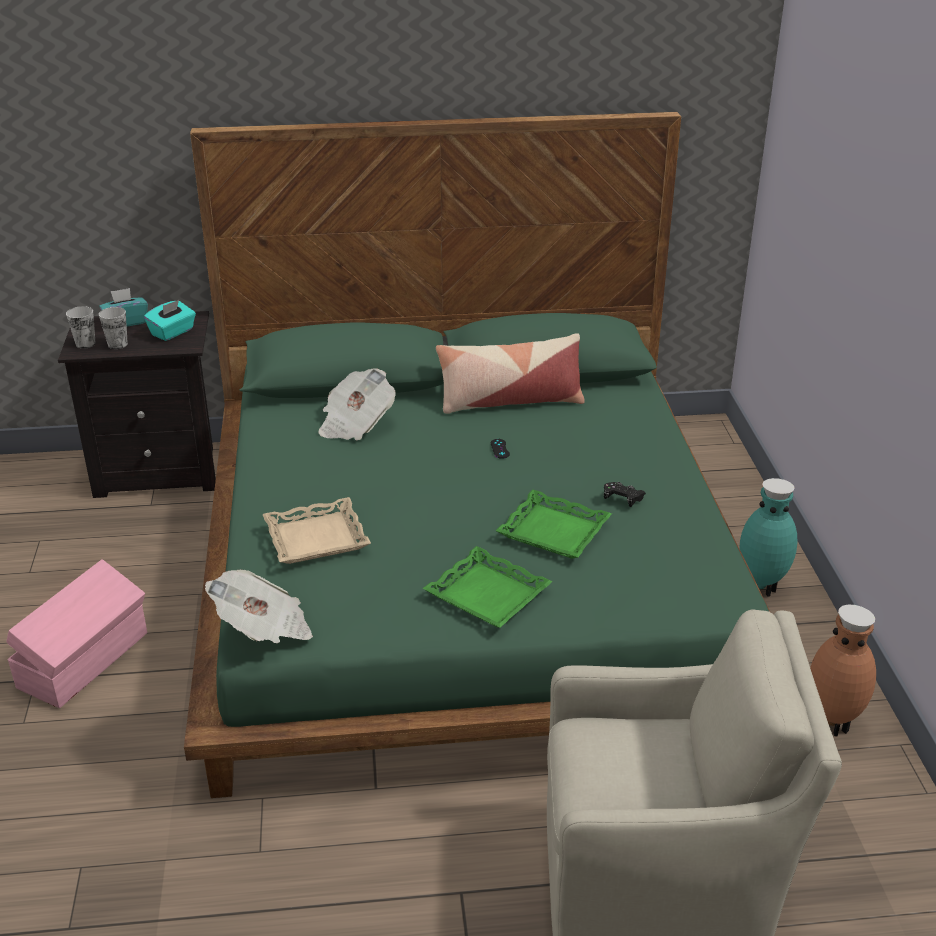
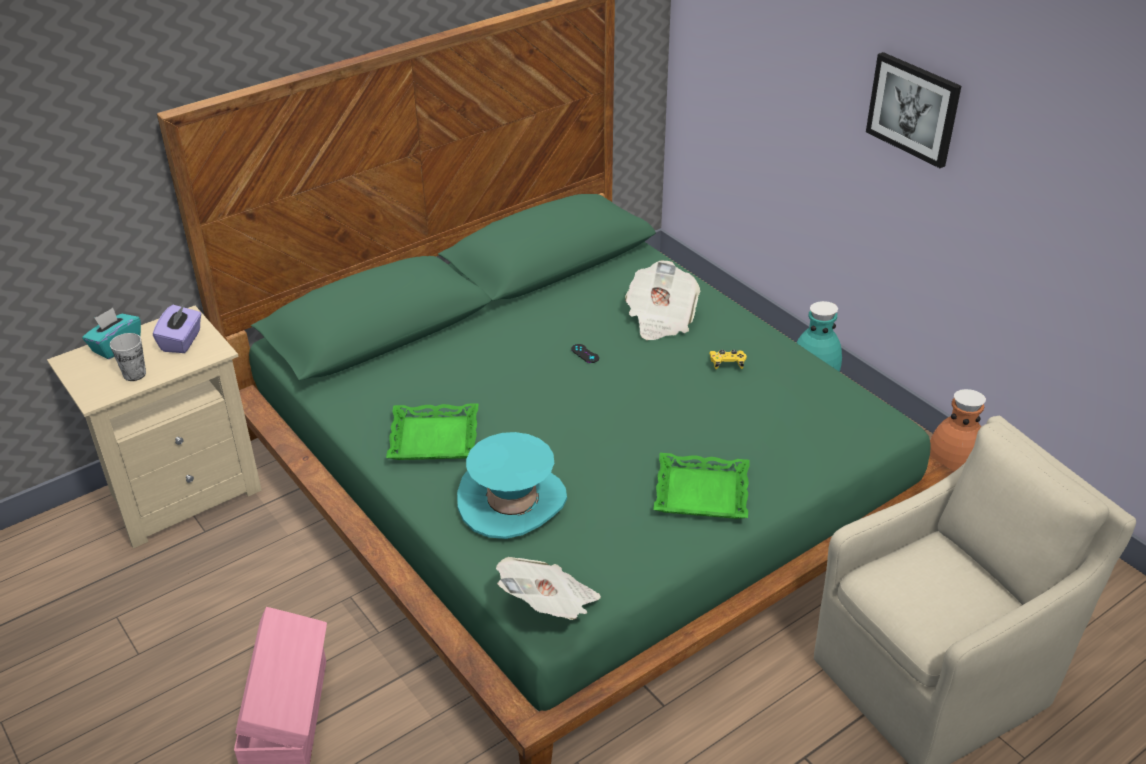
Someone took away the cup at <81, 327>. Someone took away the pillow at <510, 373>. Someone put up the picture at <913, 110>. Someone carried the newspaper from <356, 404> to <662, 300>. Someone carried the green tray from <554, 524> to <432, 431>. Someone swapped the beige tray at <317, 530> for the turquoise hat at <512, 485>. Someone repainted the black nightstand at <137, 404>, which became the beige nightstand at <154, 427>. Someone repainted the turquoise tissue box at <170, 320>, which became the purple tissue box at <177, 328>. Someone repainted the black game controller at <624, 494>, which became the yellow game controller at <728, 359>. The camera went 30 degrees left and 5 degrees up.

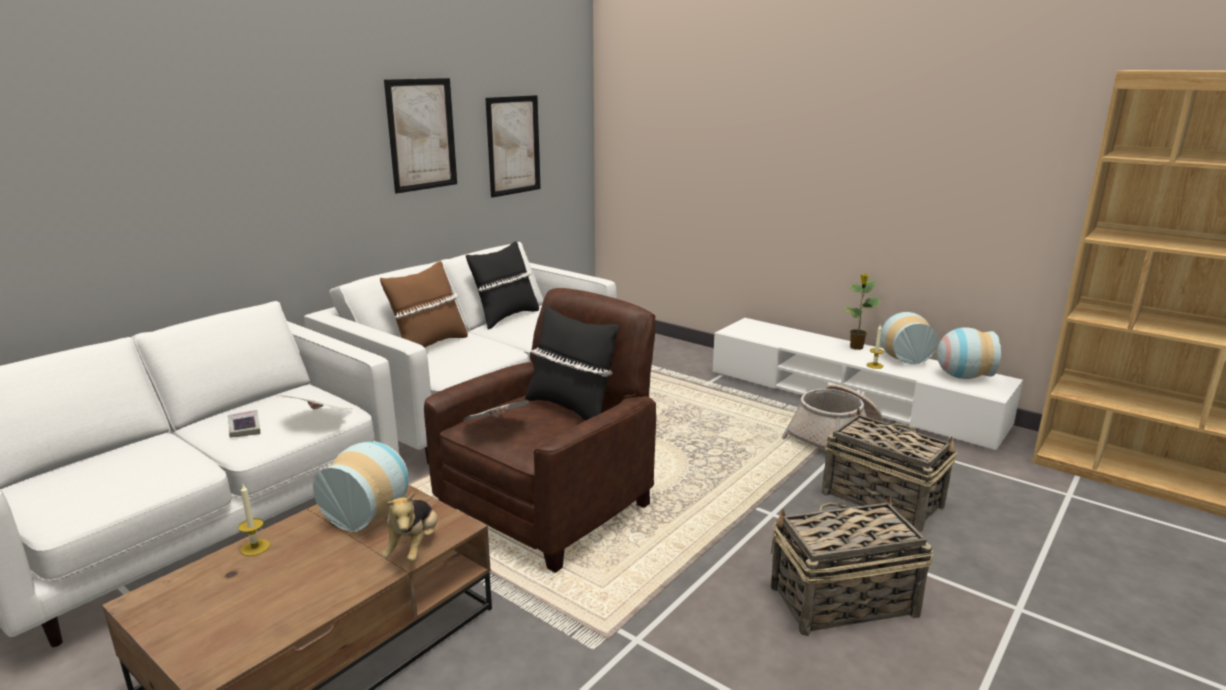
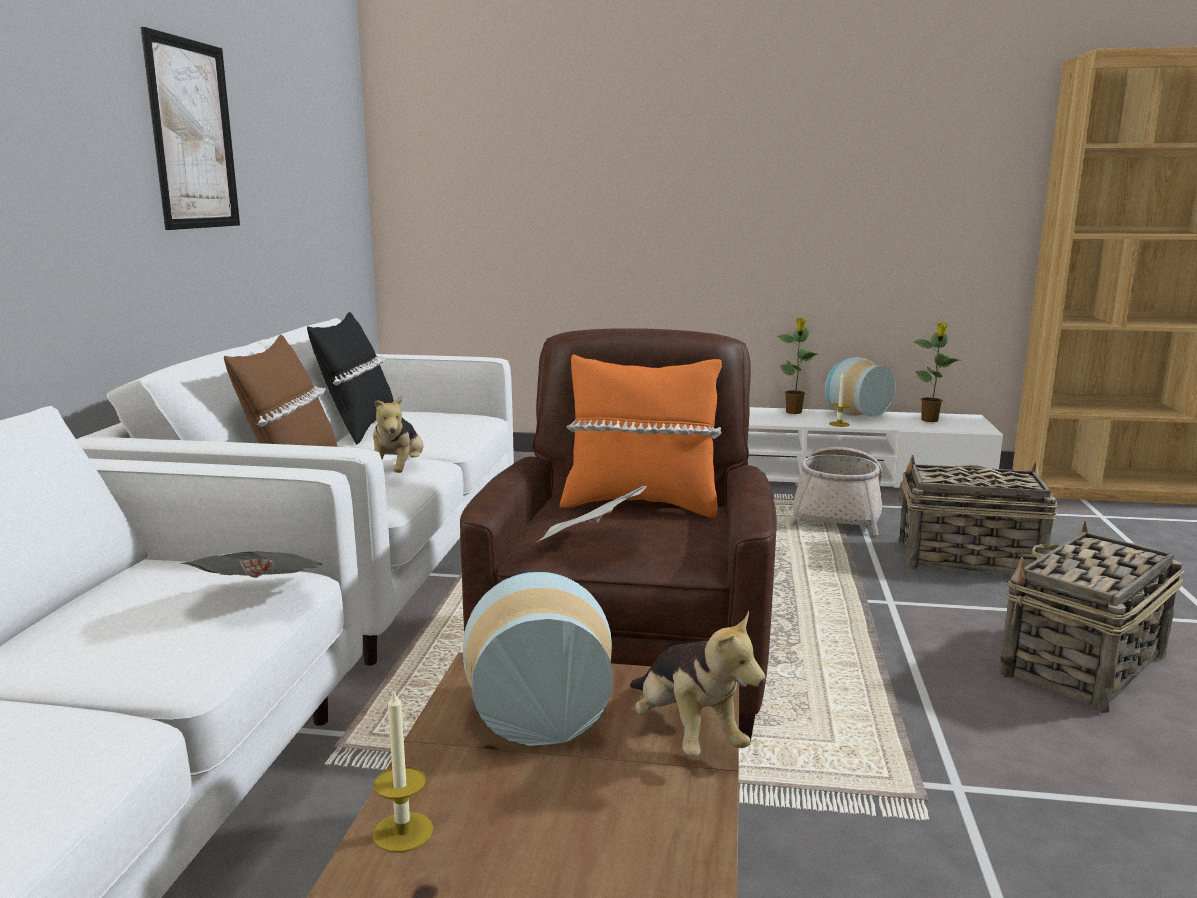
Someone took away the book at <244, 423>. Someone took away the picture at <513, 146>. Someone put down the plush toy at <398, 434>. Someone swapped the vase at <969, 353> for the potted plant at <937, 372>. Someone repainted the black pillow at <572, 363>, which became the orange pillow at <641, 436>. The camera went 30 degrees left and 5 degrees down.

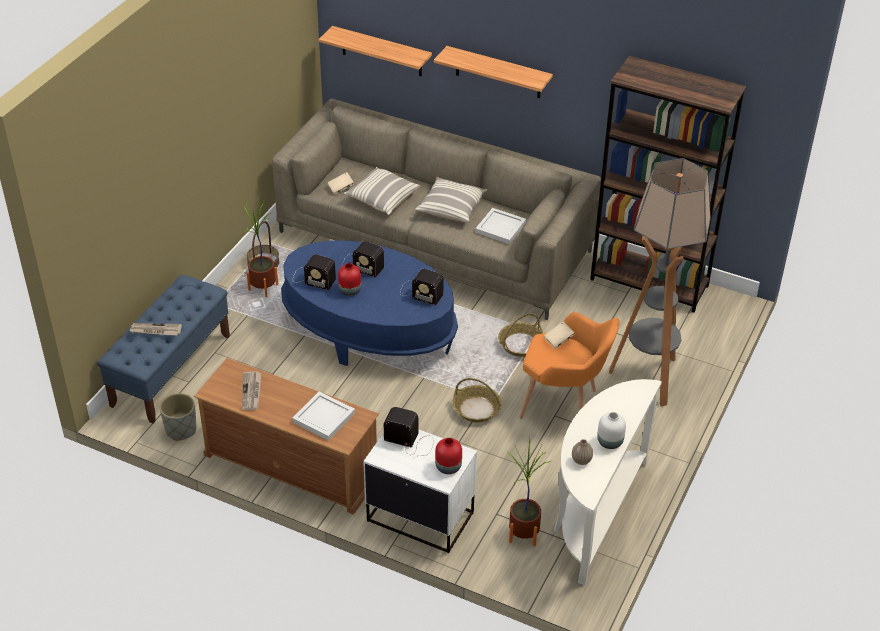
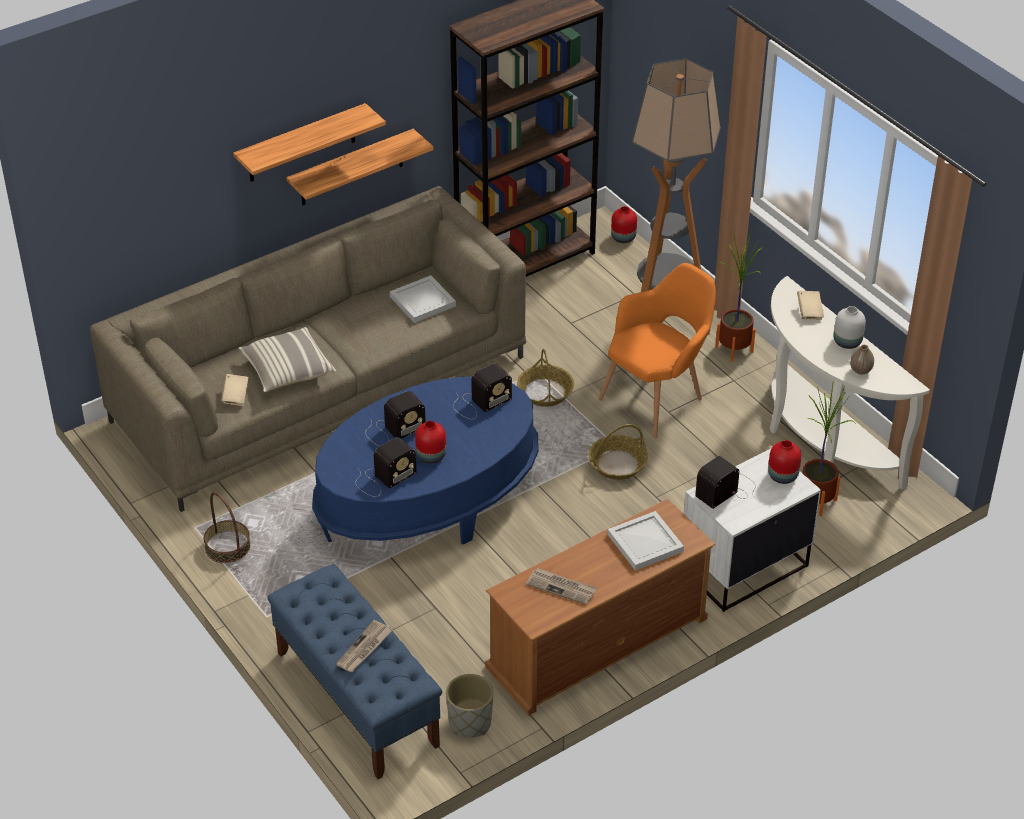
Someone took away the pillow at <451, 199>. Someone put down the red vase at <624, 224>. Someone carried the potted plant from <260, 248> to <739, 298>. Someone carried the shelf from <375, 51> to <360, 167>. Someone carried the beige book from <559, 335> to <810, 305>. The camera went 60 degrees left and 0 degrees up.

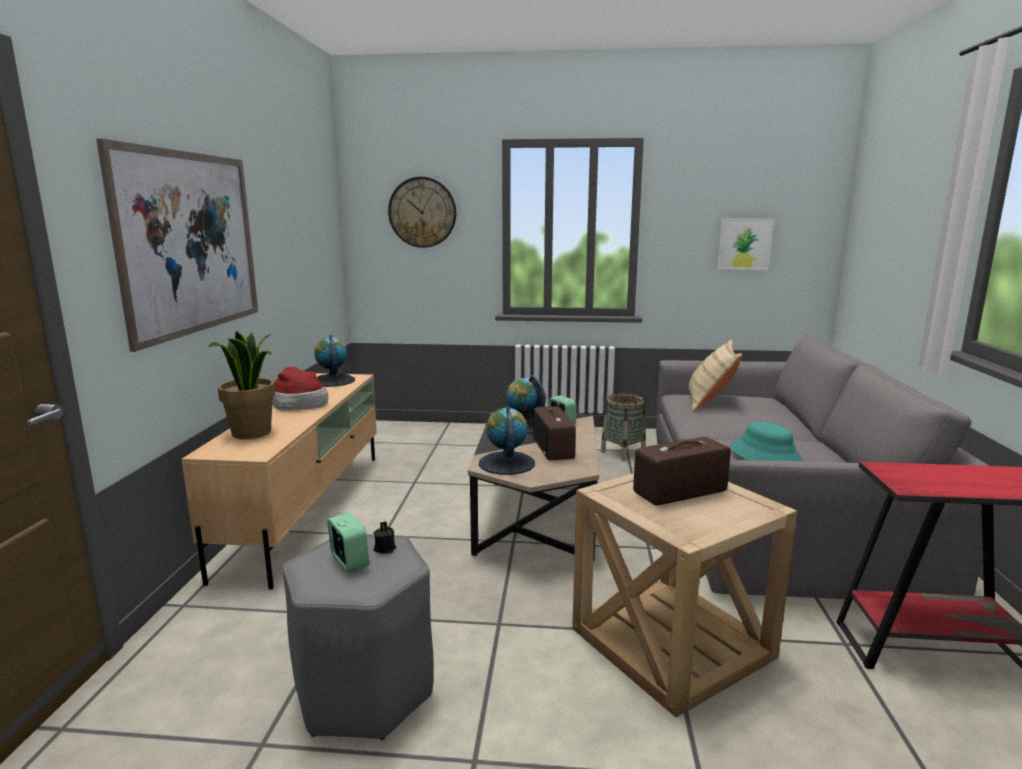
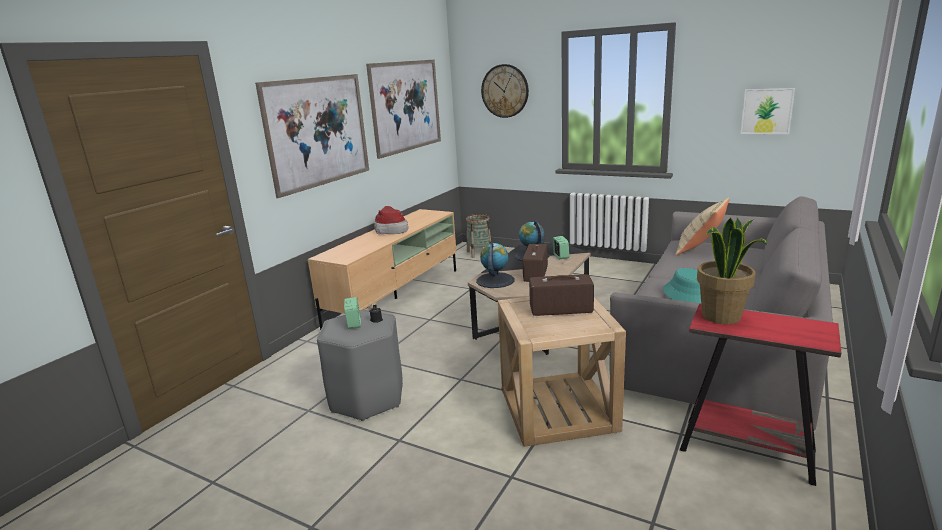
Someone took away the globe at <334, 361>. Someone put up the picture at <403, 109>. Someone carried the potted plant from <241, 385> to <732, 270>. Someone carried the basket from <623, 427> to <478, 236>. The camera went 25 degrees right and 5 degrees up.

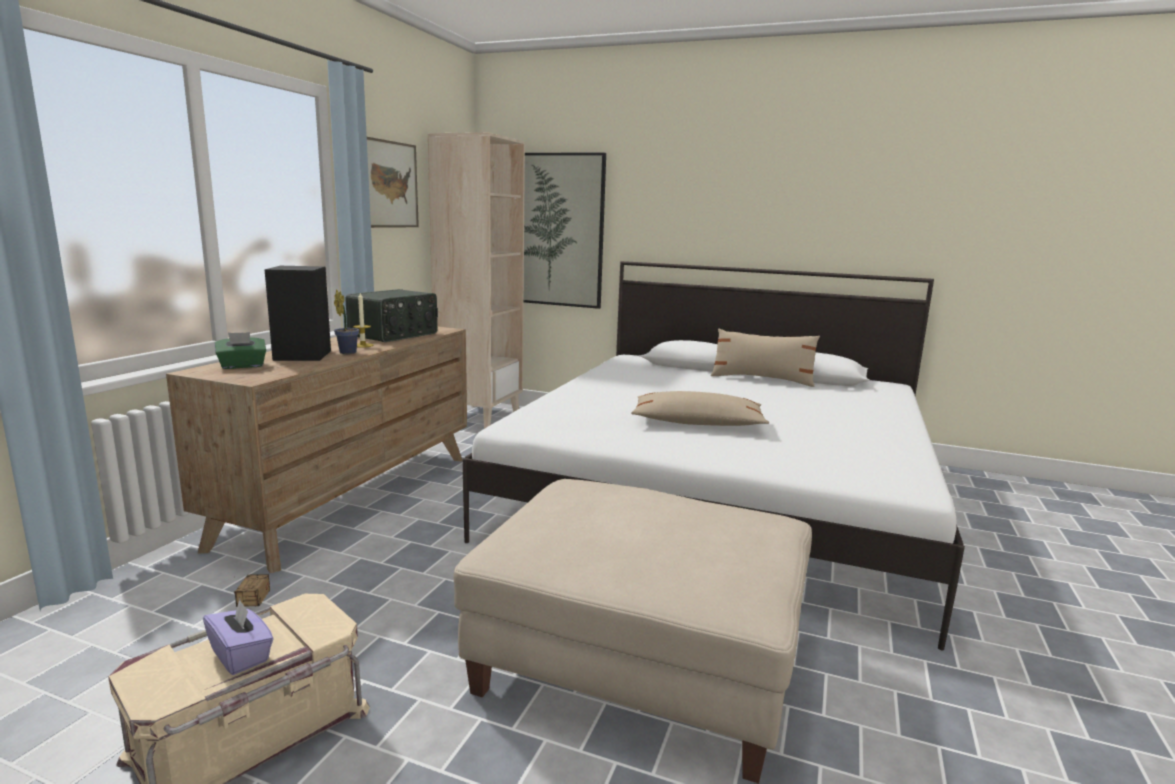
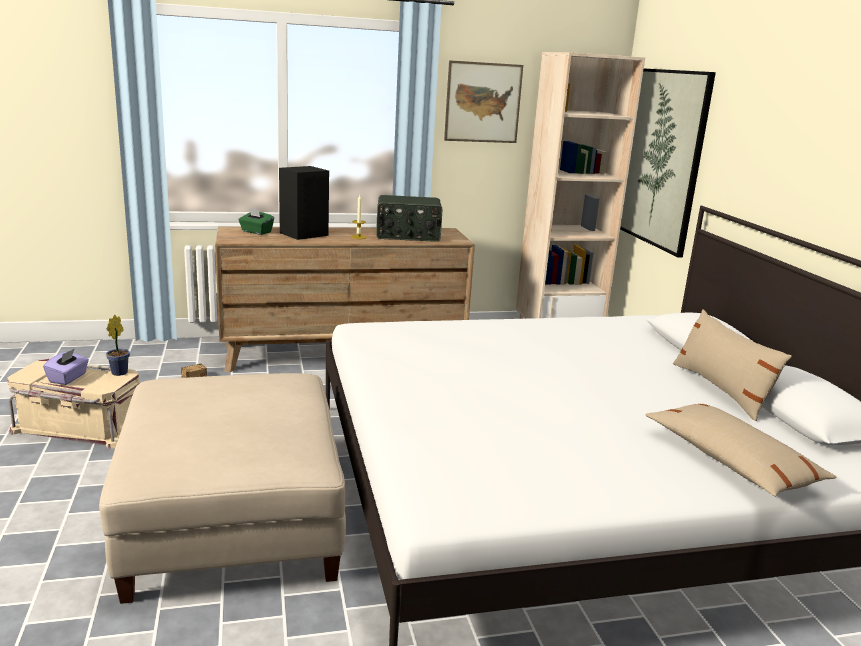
Someone carried the potted plant from <346, 321> to <118, 345>. Someone carried the beige pillow from <700, 408> to <741, 450>. The camera went 55 degrees right and 5 degrees up.

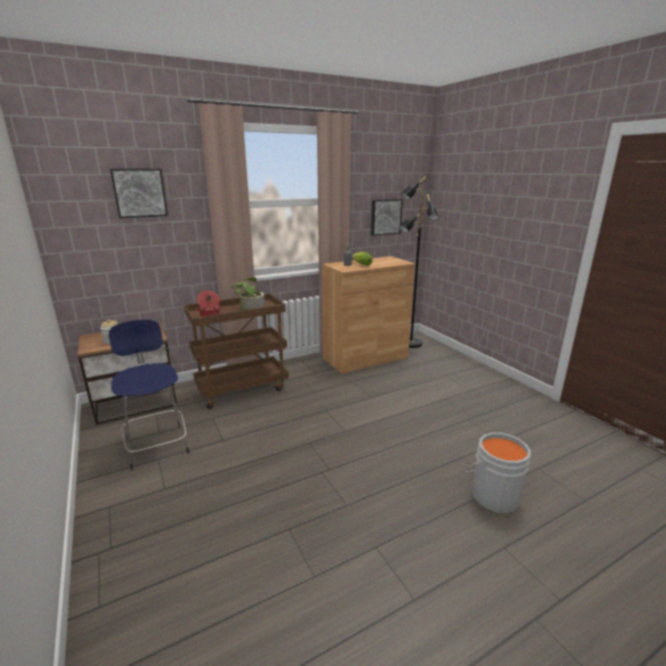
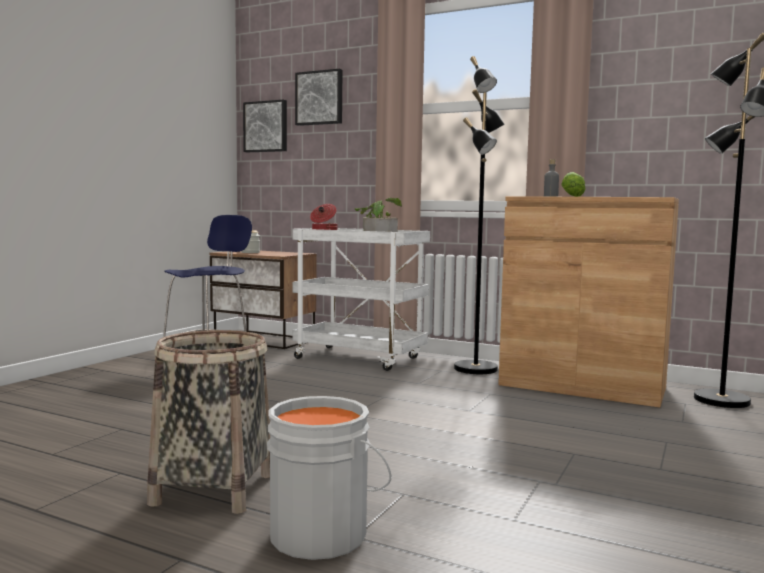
Someone put down the basket at <208, 422>. Someone put down the black floor lamp at <479, 215>. Someone carried the picture from <387, 217> to <265, 126>. Someone repainted the brown cart at <236, 351>, which became the white cart at <361, 299>. The camera went 55 degrees right and 15 degrees down.

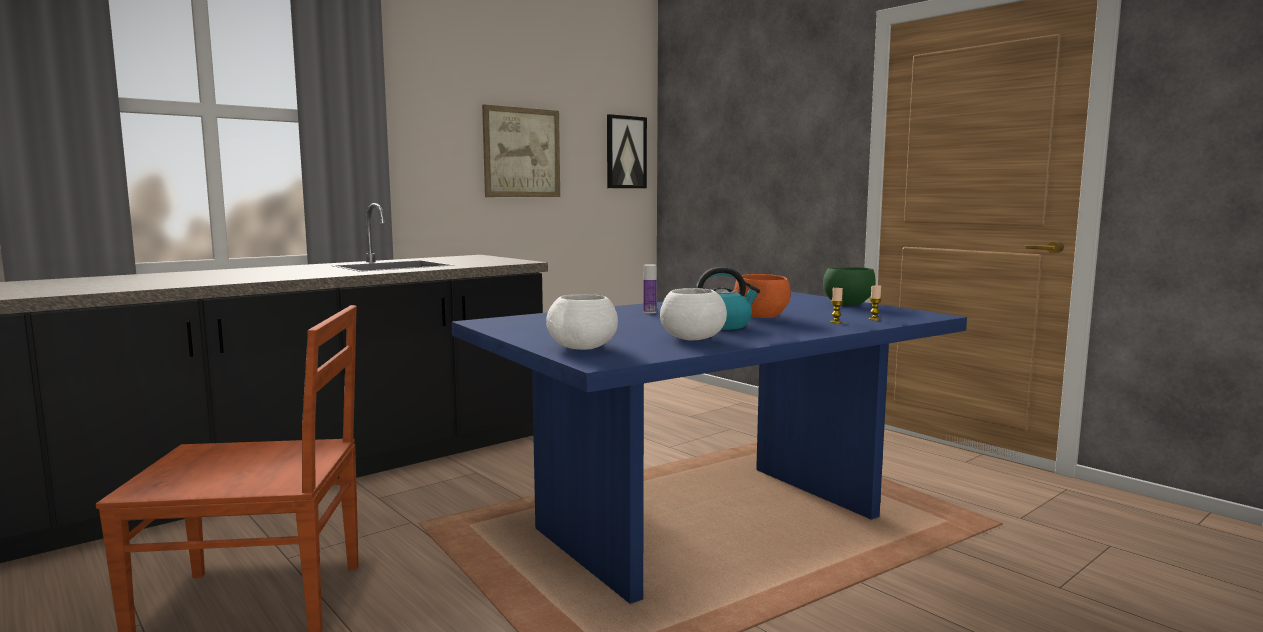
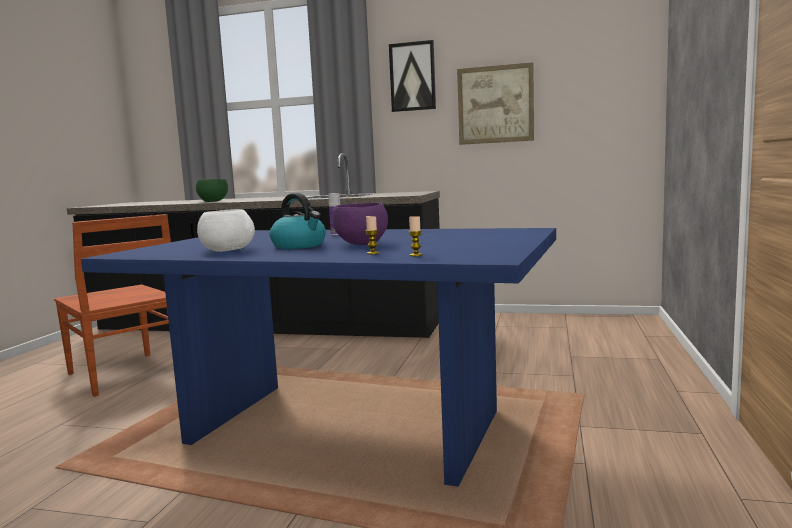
Someone took away the white bowl at <582, 322>. Someone carried the picture from <627, 151> to <412, 76>. Someone carried the green bowl from <849, 286> to <212, 190>. Someone repainted the orange bowl at <762, 296>, which became the purple bowl at <360, 223>. The camera went 55 degrees right and 0 degrees up.

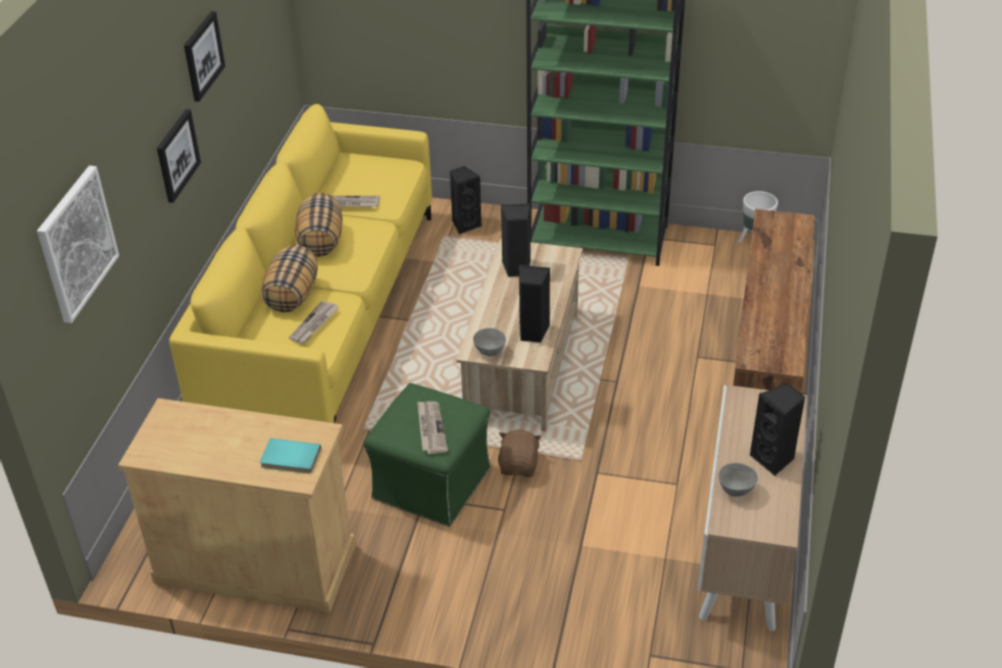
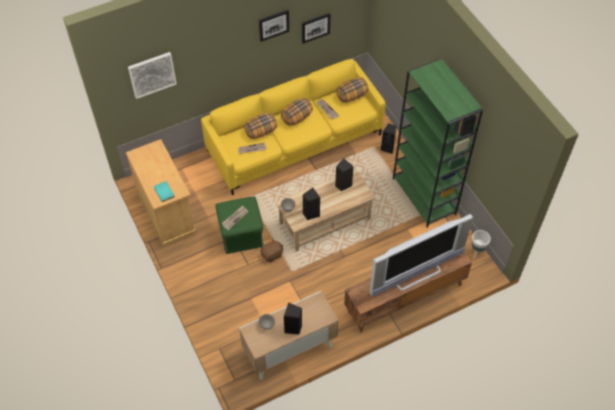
Someone put down the pillow at <352, 90>. Someone put down the television at <421, 255>. Someone carried the picture from <179, 156> to <316, 28>. The camera went 50 degrees right and 15 degrees up.

